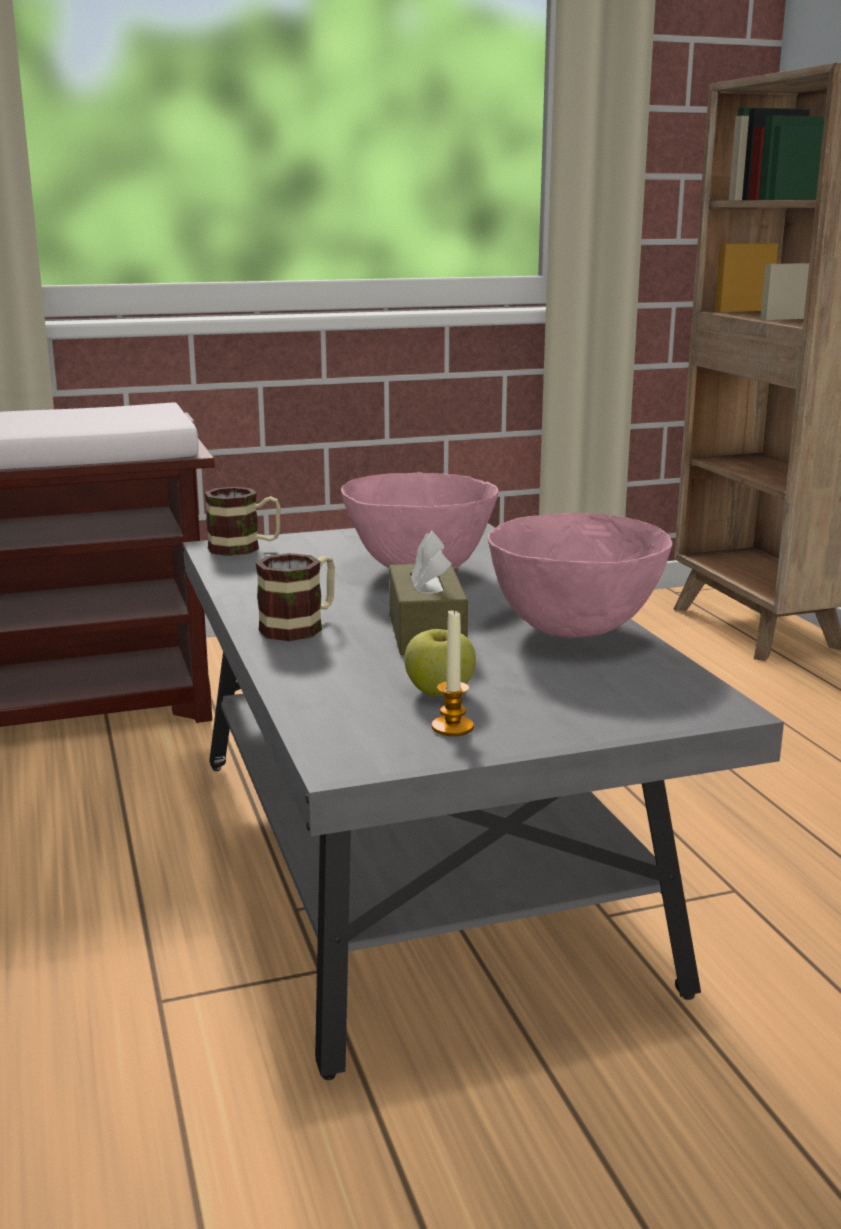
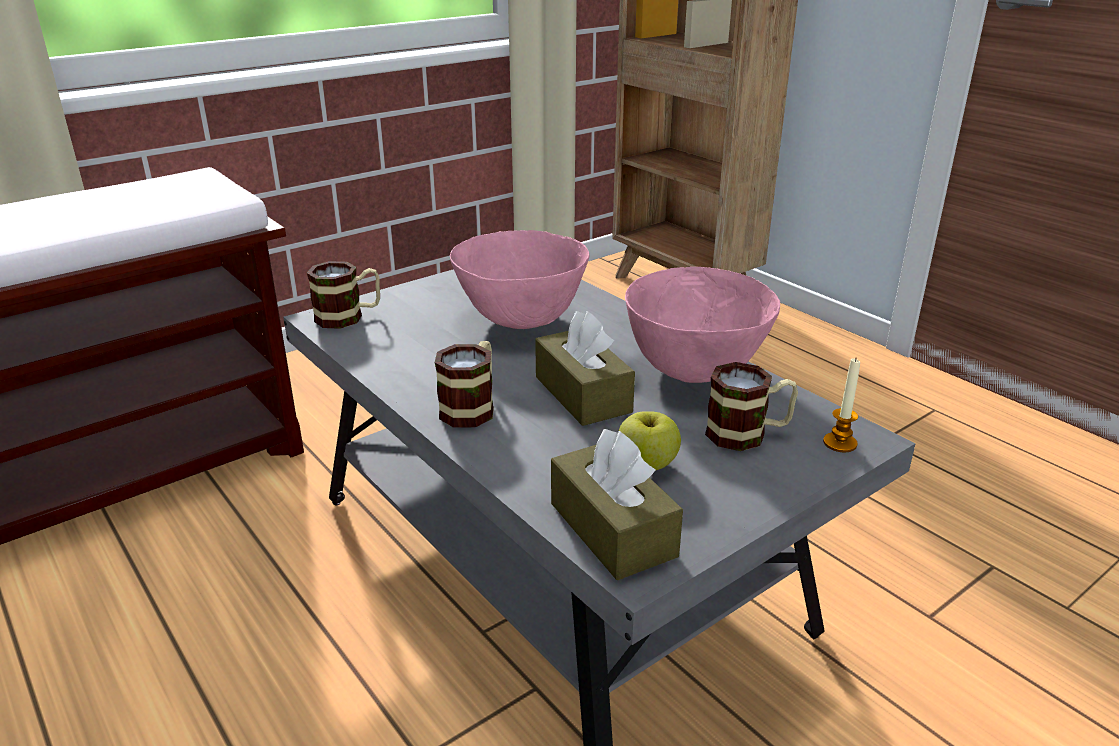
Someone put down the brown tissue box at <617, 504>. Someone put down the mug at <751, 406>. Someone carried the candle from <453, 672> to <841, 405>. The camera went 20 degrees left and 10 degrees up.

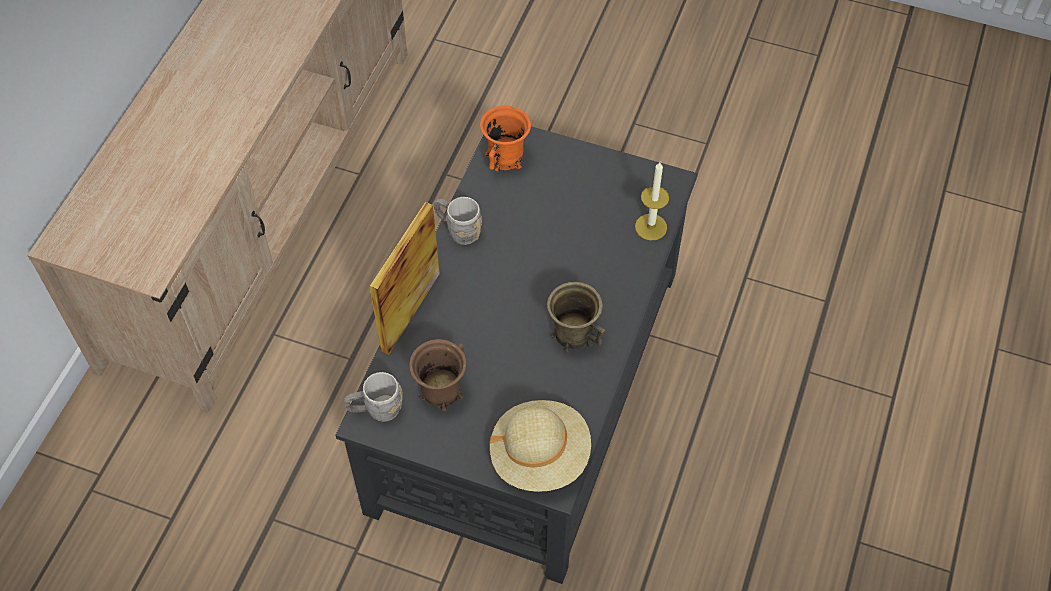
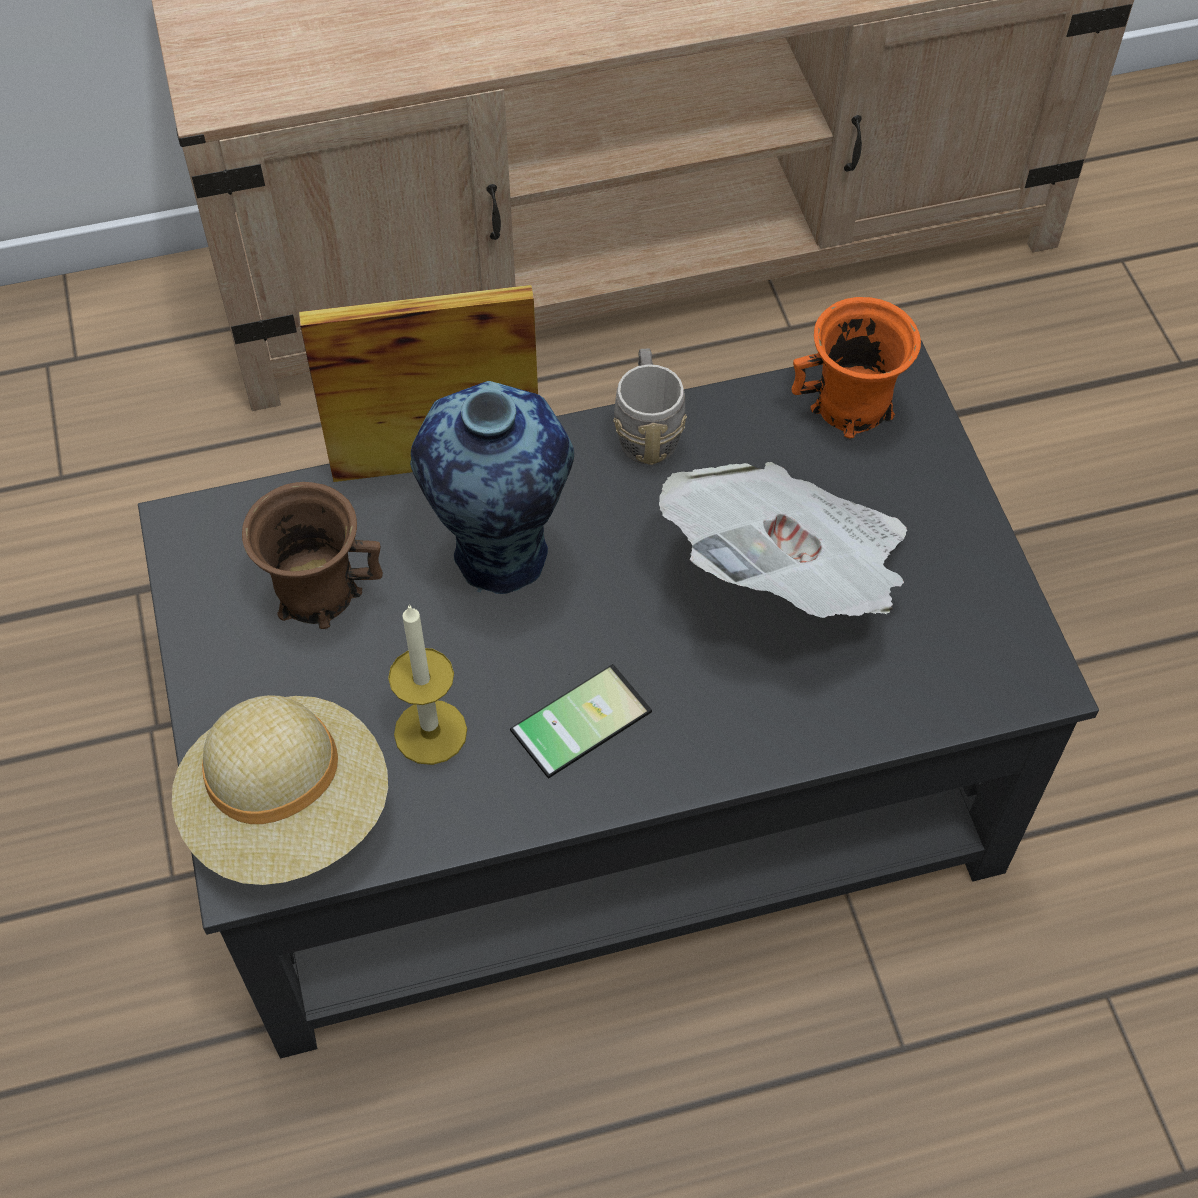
Someone took away the grey mug at <373, 397>. Someone put down the vase at <492, 487>. Someone put down the newspaper at <783, 540>. Someone carried the candle from <652, 201> to <427, 684>. Someone swapped the brown mug at <576, 317> for the phone at <581, 721>. The camera went 55 degrees right and 0 degrees up.

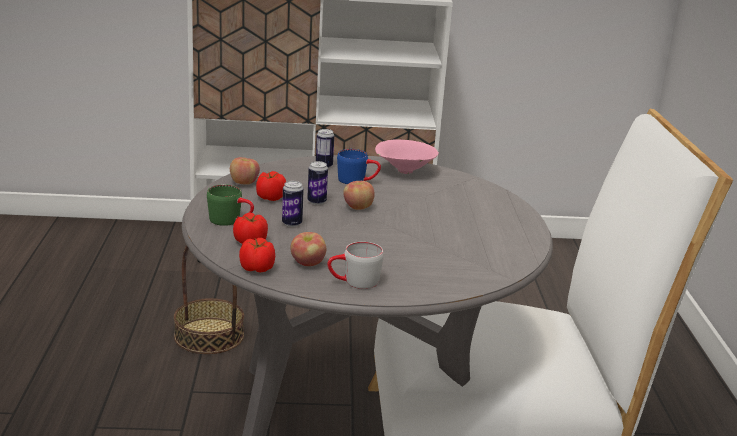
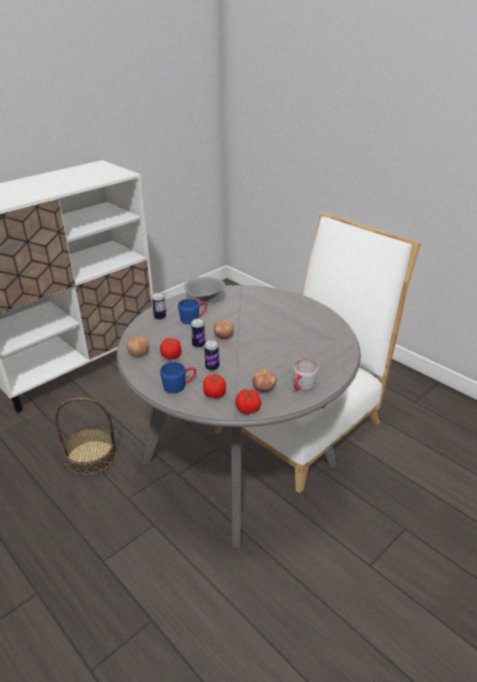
Someone repainted the green mug at <230, 205>, which became the blue mug at <178, 377>. Someone repainted the pink bowl at <407, 156>, which became the grey bowl at <204, 289>. The camera went 40 degrees left and 10 degrees up.

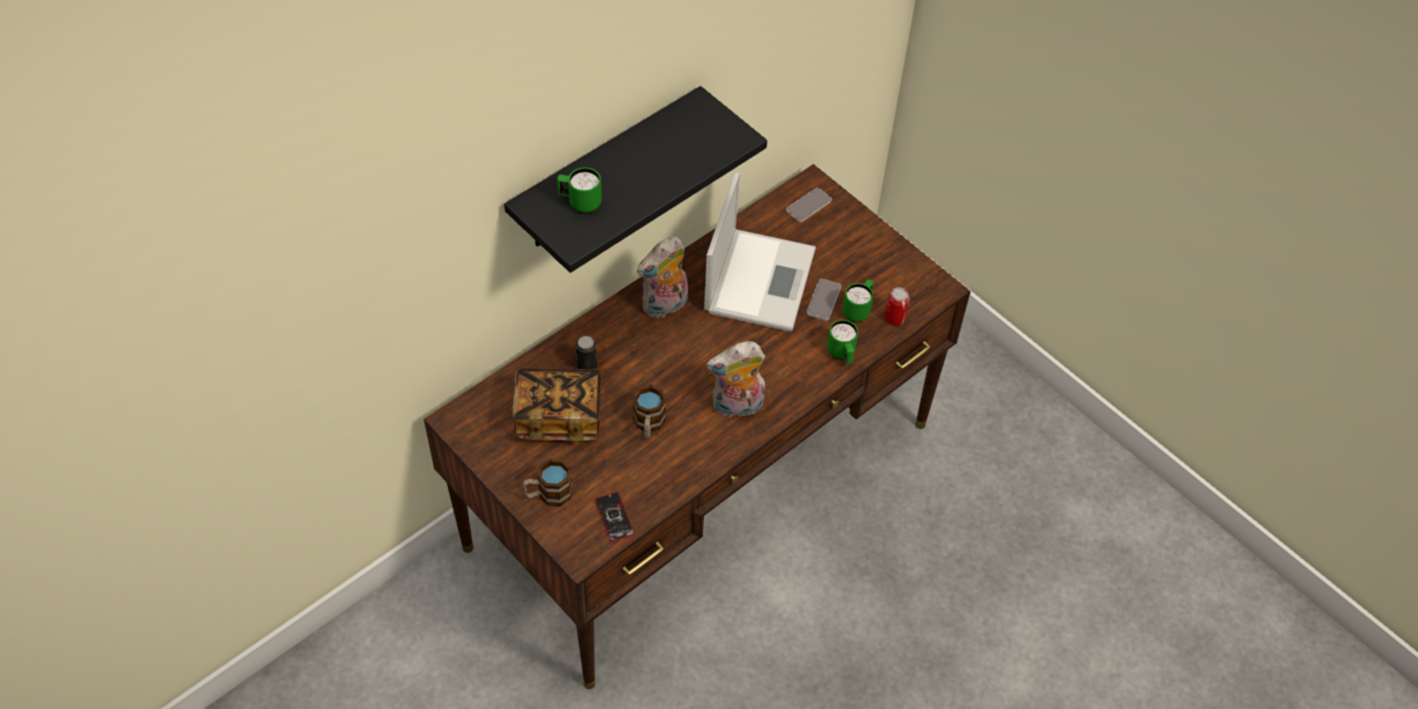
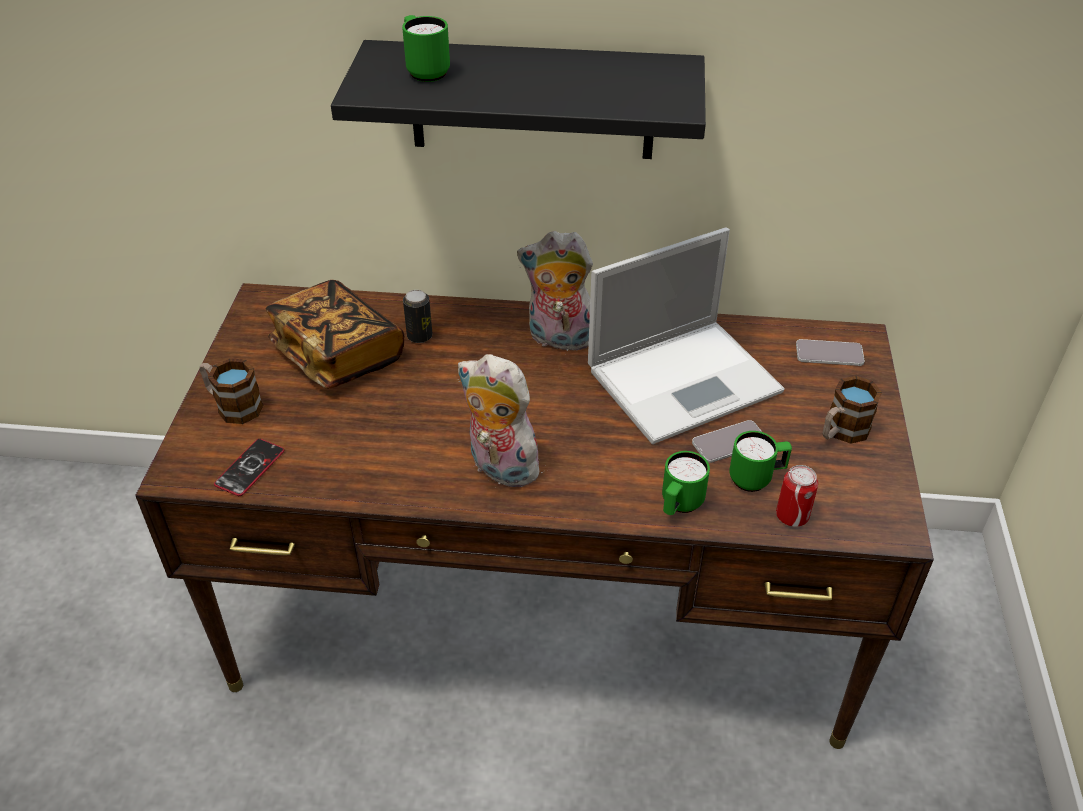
Someone carried the mug from <649, 411> to <852, 410>. The camera went 50 degrees right and 10 degrees down.

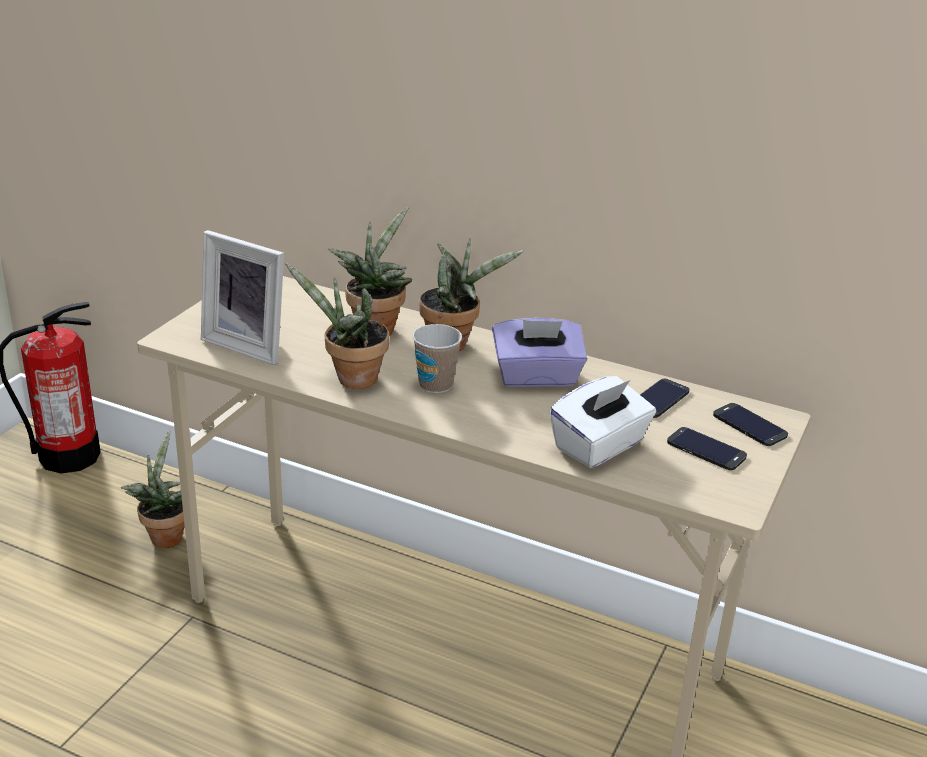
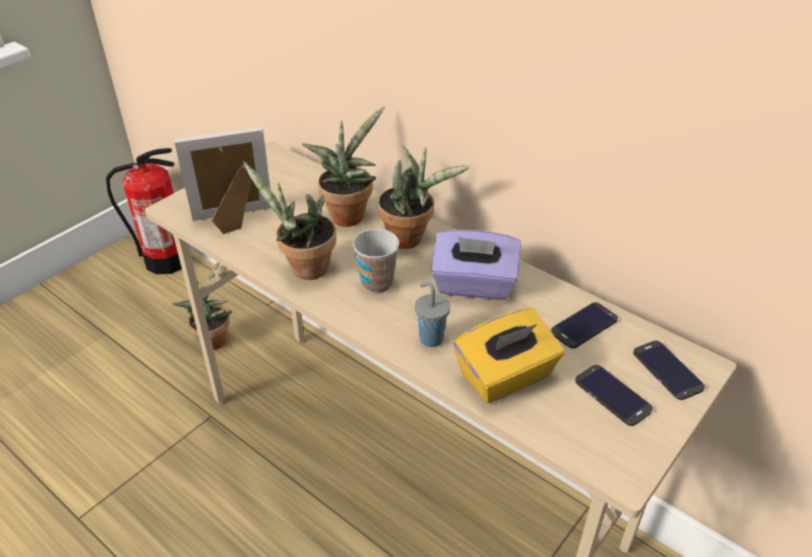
Someone put down the grey cup at <432, 314>. Someone repainted the white tissue box at <603, 422>, which became the yellow tissue box at <509, 355>. Someone rotated the picture frame at <242, 297> by 120 degrees clockwise. The camera went 15 degrees right and 10 degrees up.

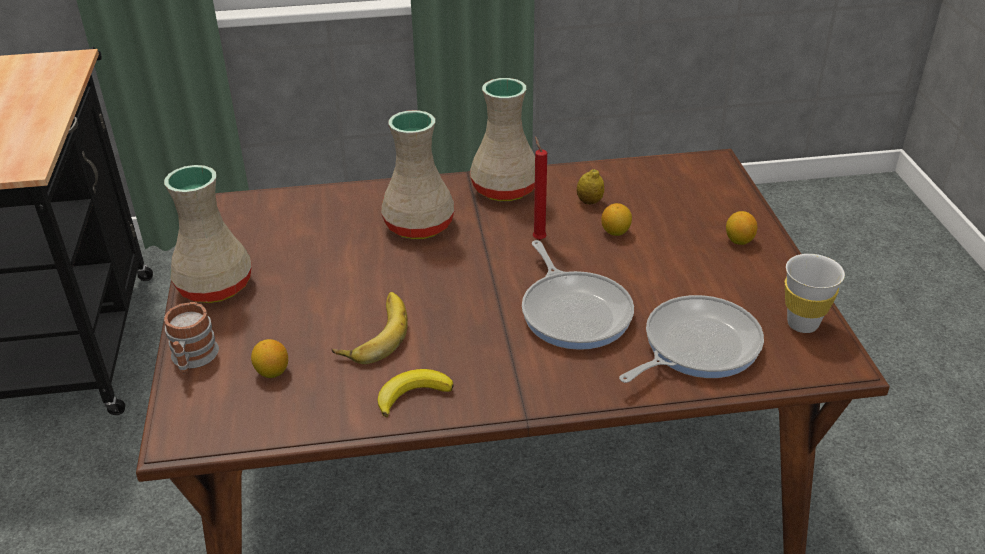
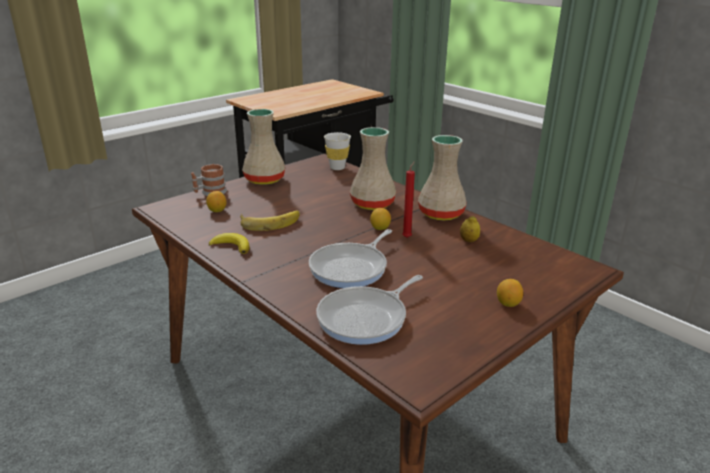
Someone carried the lemon from <616, 219> to <380, 219>. Someone carried the white cup from <815, 293> to <337, 151>. Someone rotated the frying pan at <691, 339> by 120 degrees clockwise. The camera went 55 degrees right and 10 degrees down.

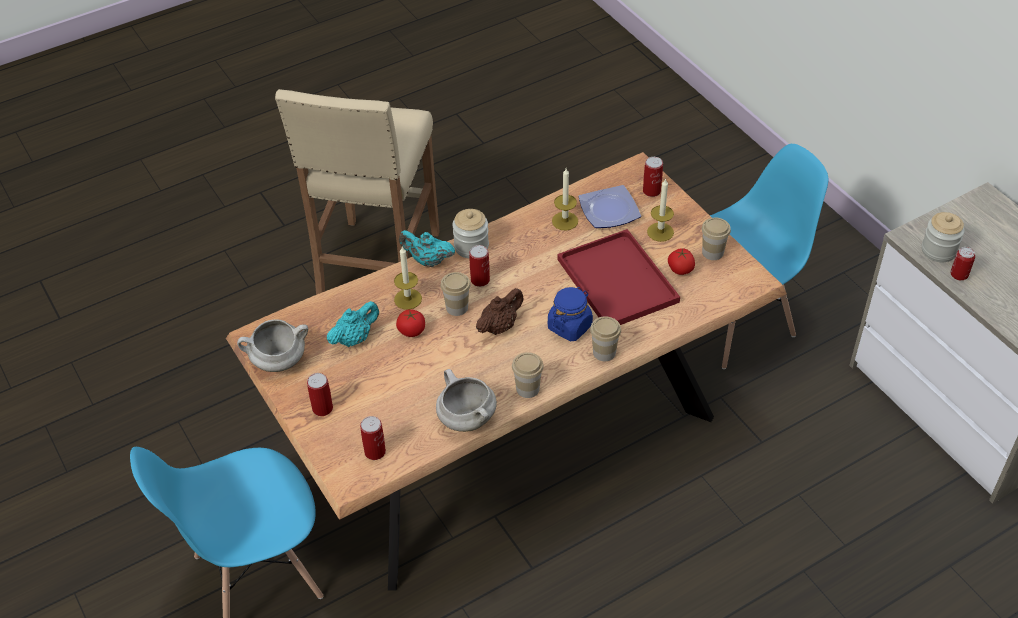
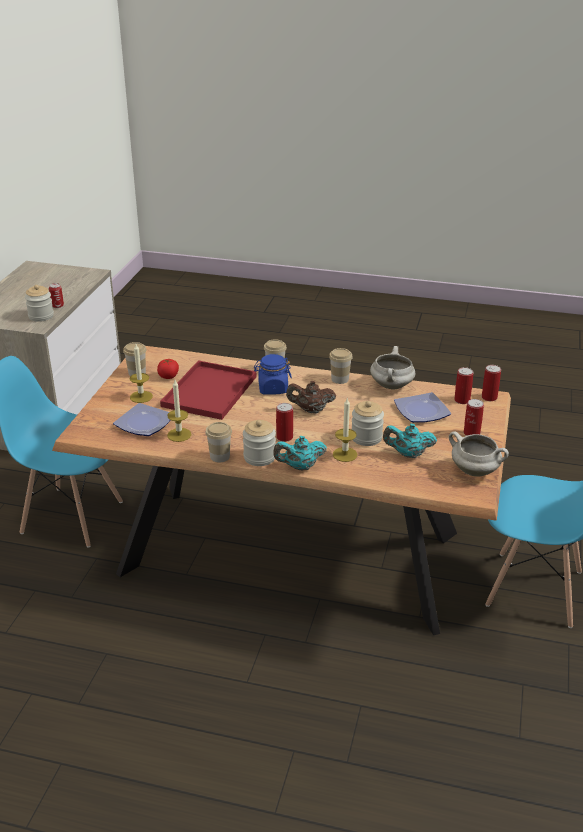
Someone took away the beige stool at <357, 192>. Someone put down the plate at <422, 407>. Someone carried the cup from <456, 294> to <218, 442>. Someone carried the can from <653, 177> to <491, 383>. Someone swapped the tomato at <410, 323> for the jar at <368, 423>. Someone rotated the turquoise teapot at <427, 248> by 105 degrees clockwise. The camera went 135 degrees left and 15 degrees down.

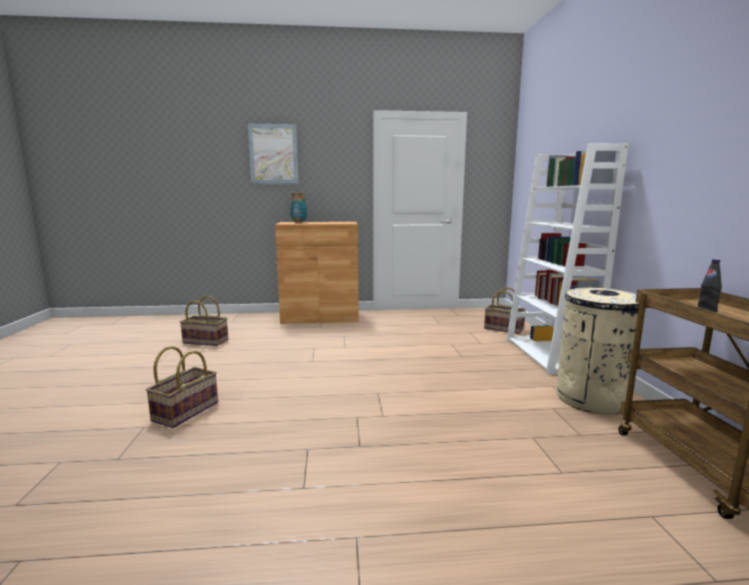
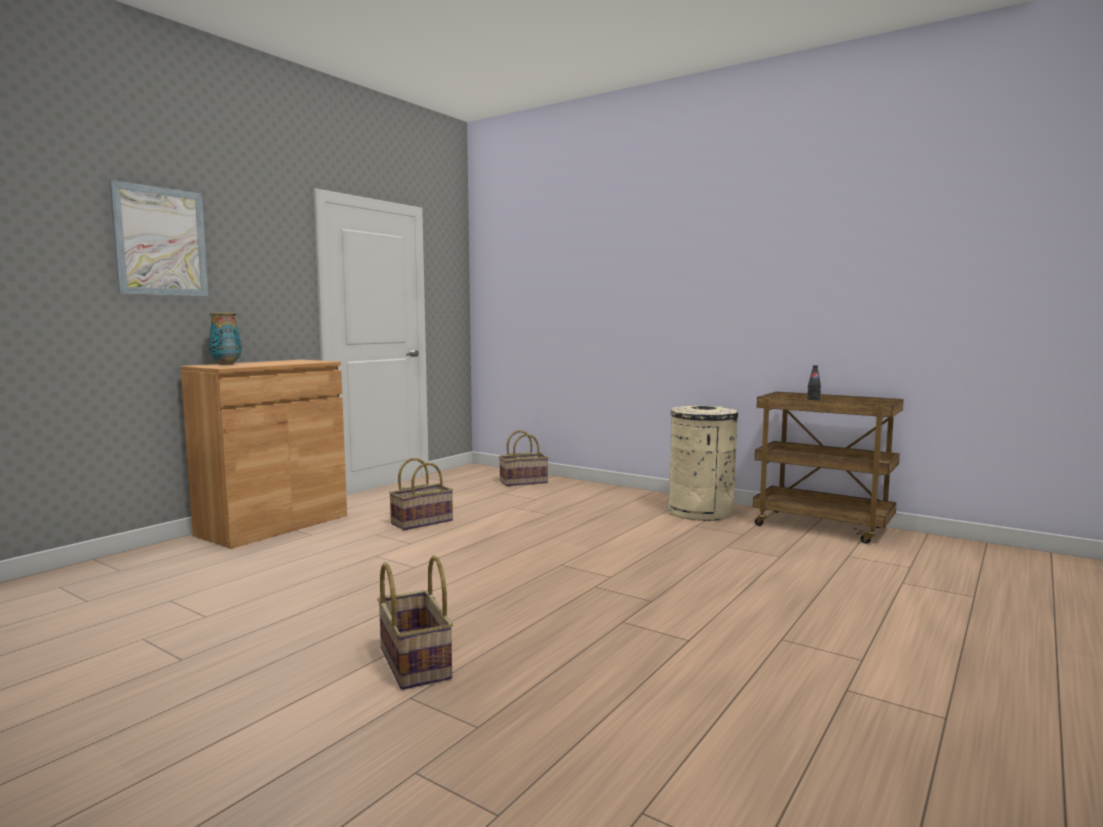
Someone took away the white bookcase at <567, 259>. Someone carried the basket from <204, 321> to <421, 494>. The camera went 50 degrees left and 5 degrees down.

